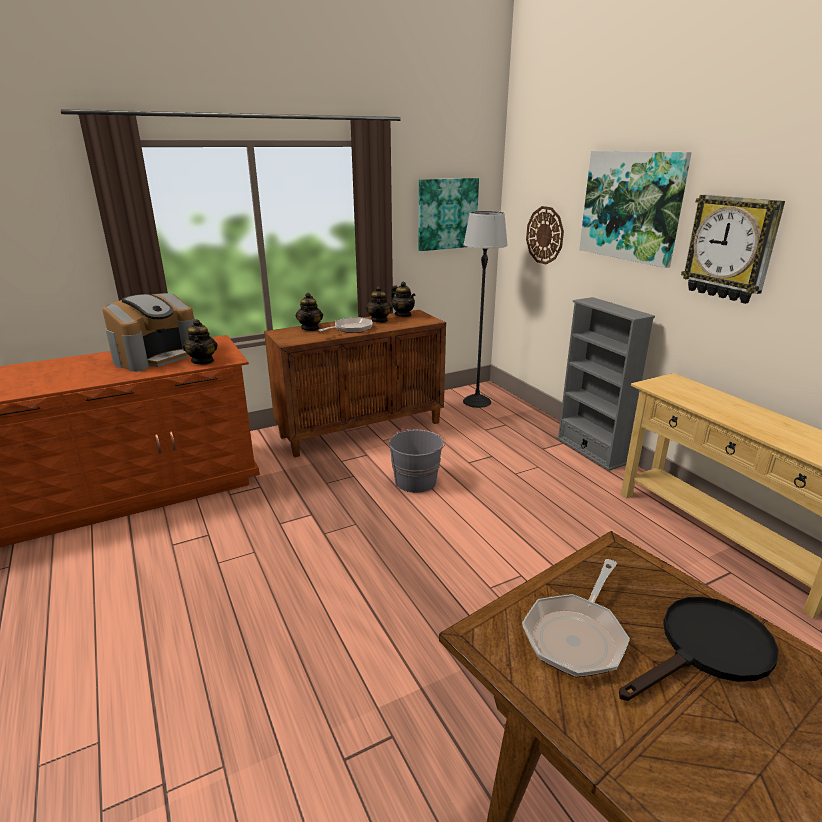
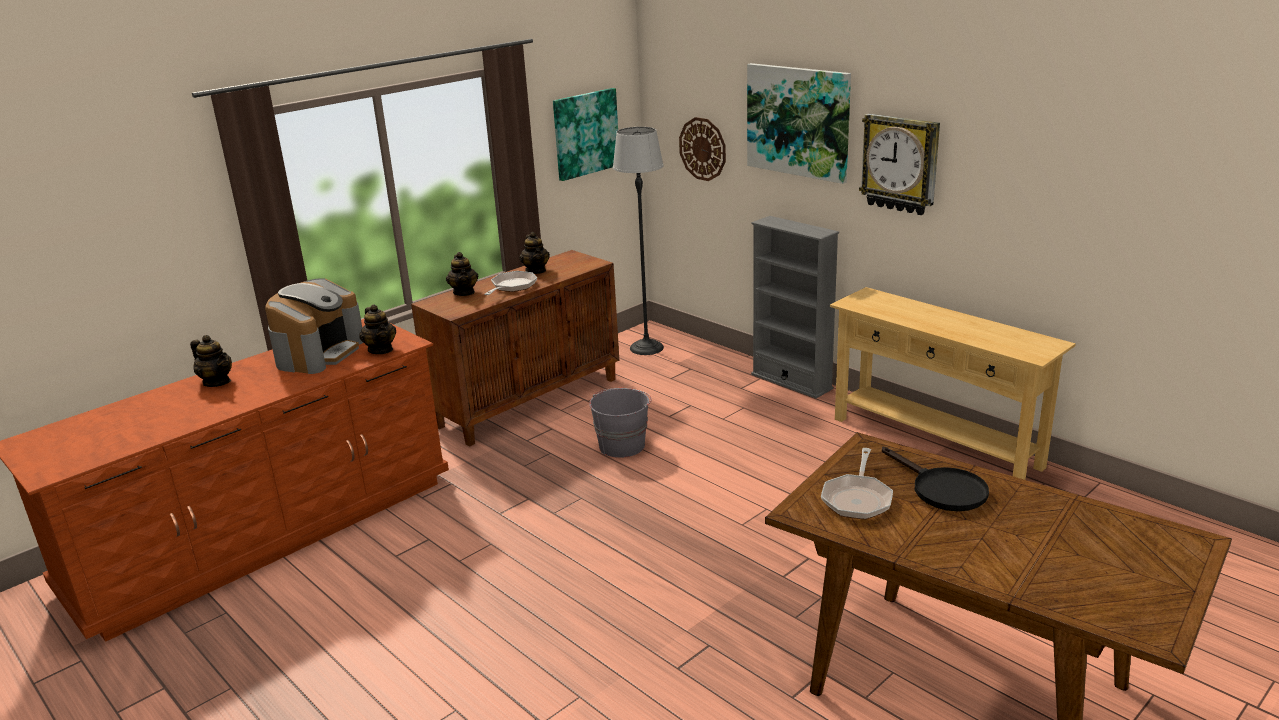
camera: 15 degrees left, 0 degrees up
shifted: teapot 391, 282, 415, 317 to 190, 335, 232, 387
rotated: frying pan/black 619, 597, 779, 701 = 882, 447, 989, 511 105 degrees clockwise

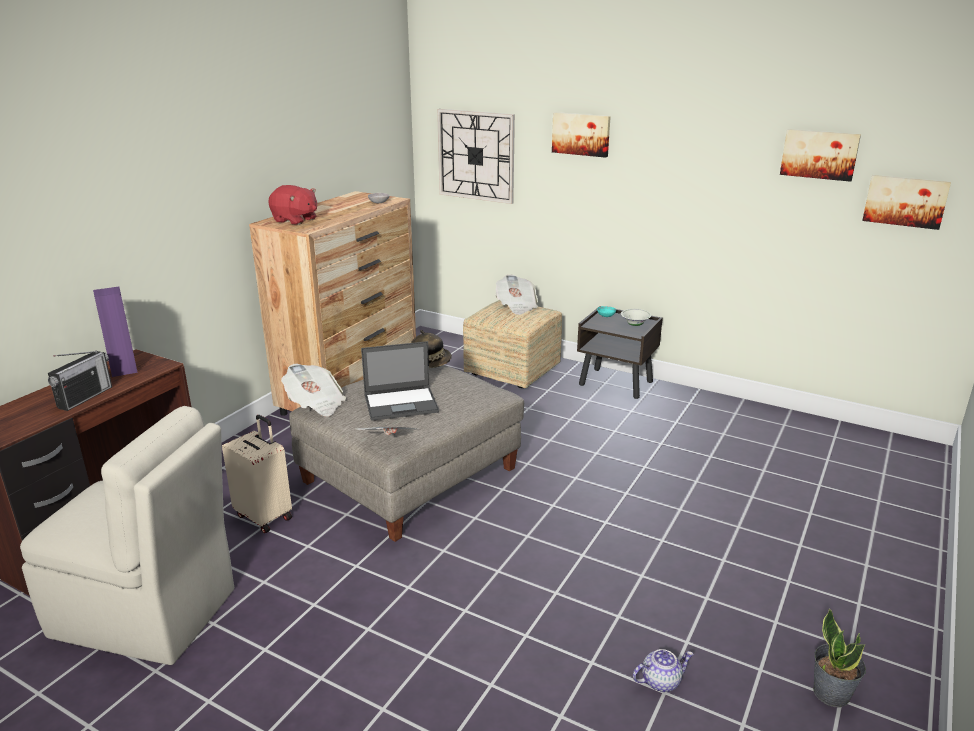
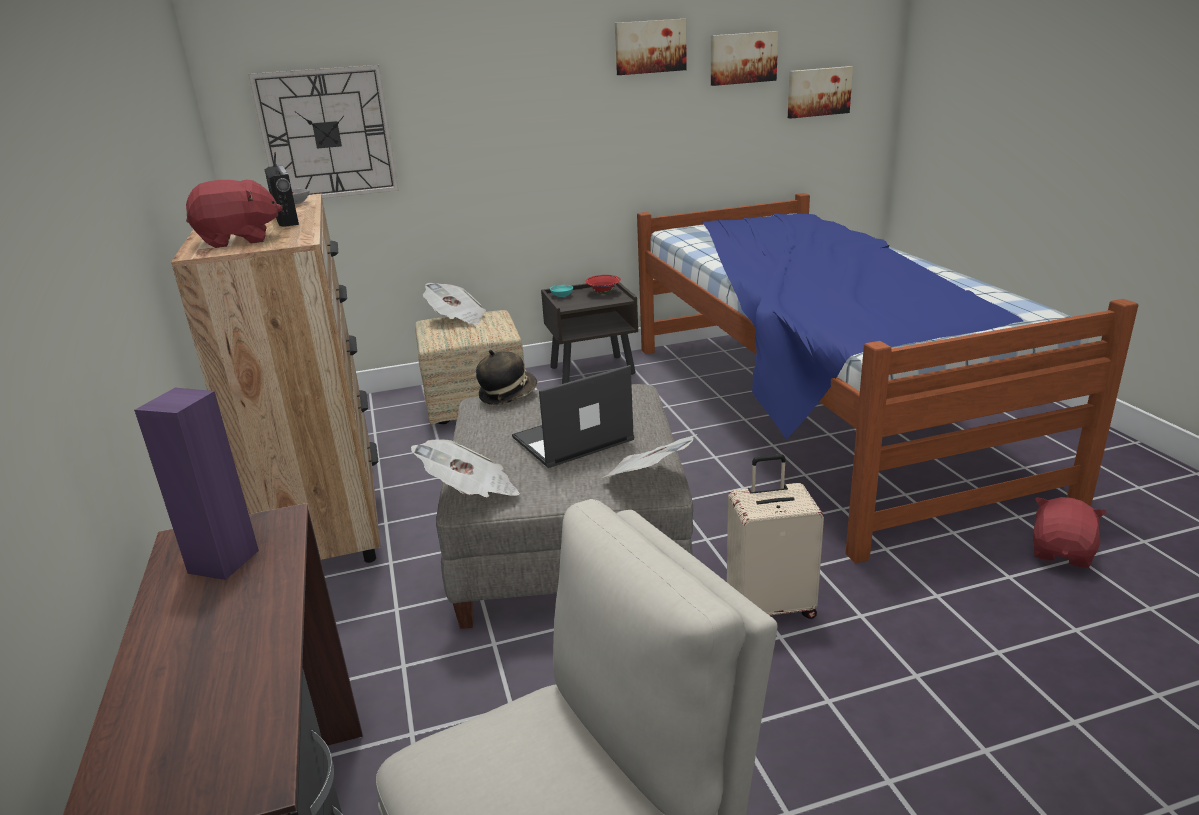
camera: 45 degrees left, 0 degrees up
gone: potted plant 813, 608, 866, 707
new: bed 637, 193, 1138, 564
shifted: radio 48, 351, 112, 411 to 264, 152, 299, 227; picture 552, 112, 611, 158 to 615, 19, 687, 75; suitcase/beige 222, 415, 292, 533 to 727, 454, 824, 619
swapped: teapot 633, 649, 693, 692 to plush toy/red 1033, 497, 1106, 568
repainted: bowl/white 621, 309, 652, 326 to bowl/red 585, 275, 621, 294
rotated: laptop 361, 341, 439, 421 = 512, 365, 635, 468 150 degrees counterclockwise

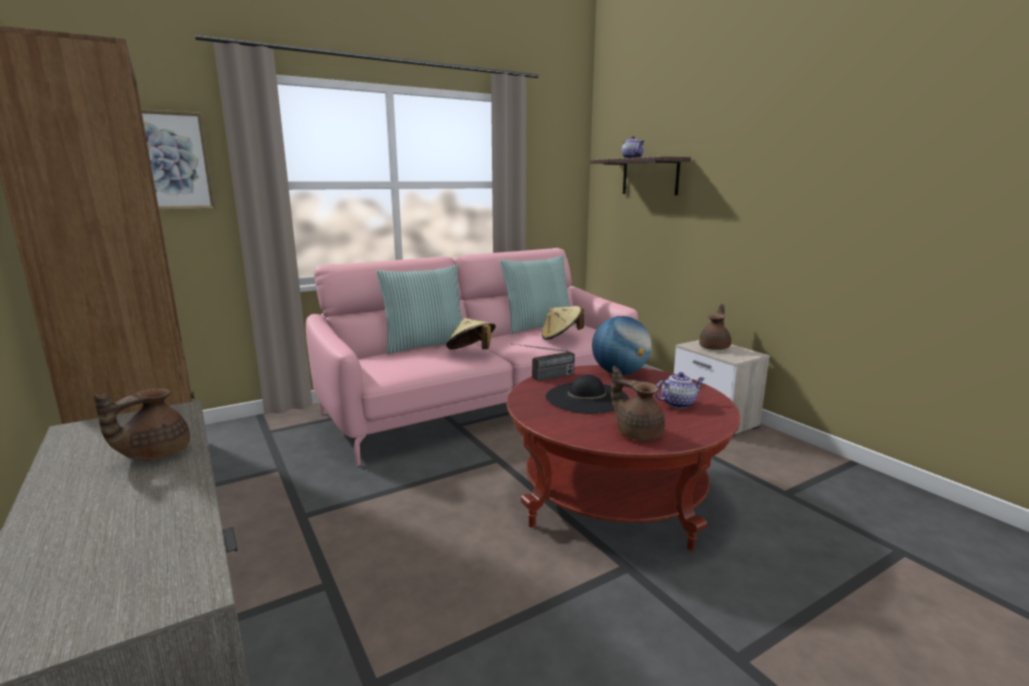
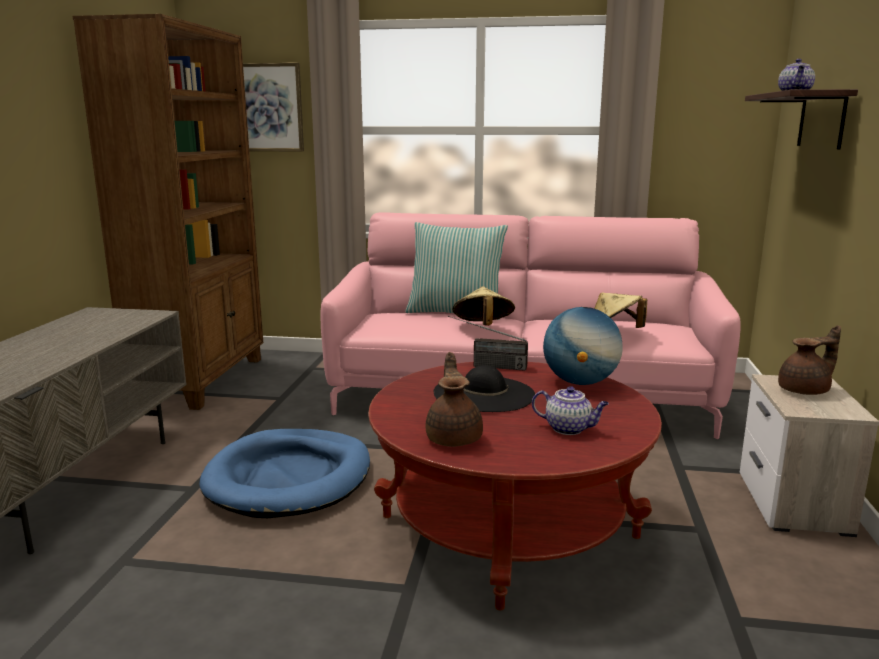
camera: 40 degrees right, 0 degrees up
gone: teapot/brown 94, 388, 190, 461; pillow 500, 255, 576, 334
new: dog bed/blue 199, 429, 370, 518

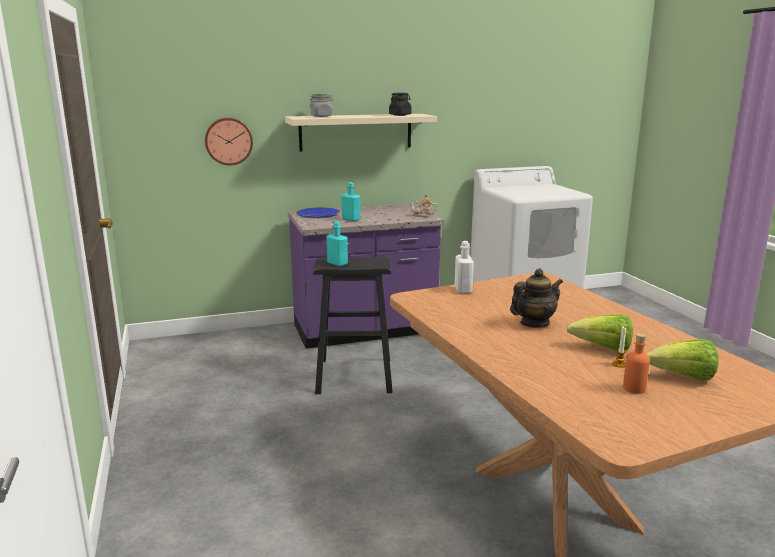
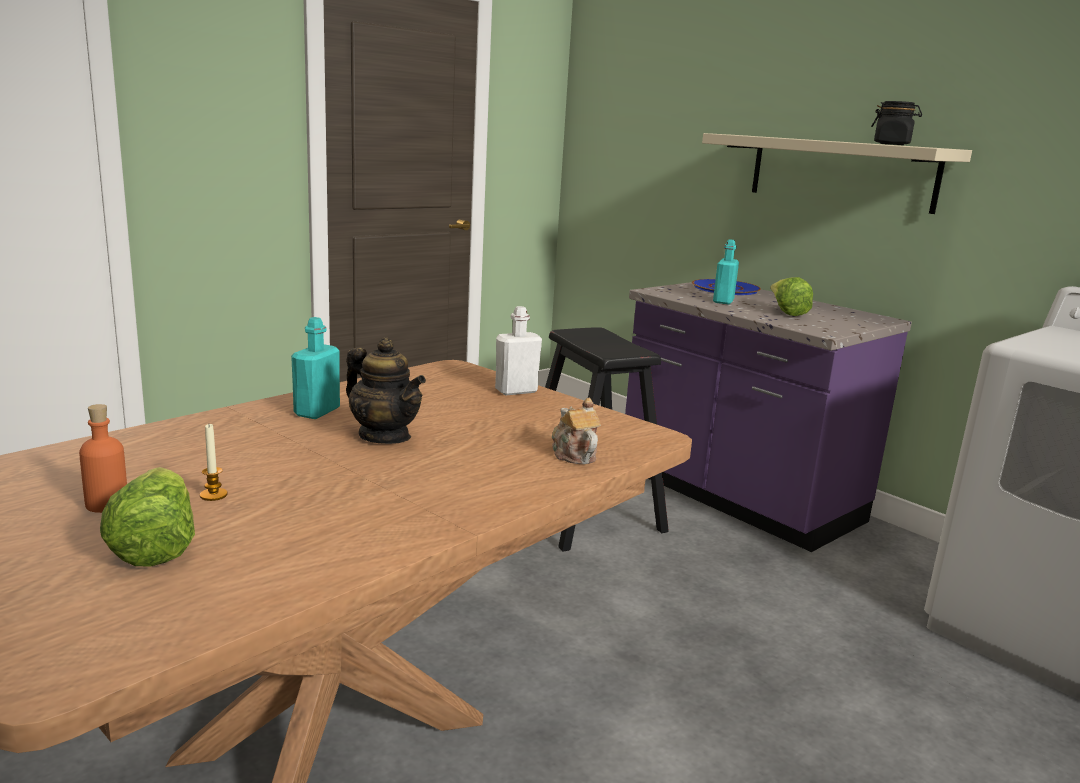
camera: 65 degrees right, 0 degrees up
gone: wall clock 205, 118, 253, 165; jar/grey 309, 93, 334, 117
shifted: bottle/turquoise 326, 221, 348, 266 to 291, 317, 340, 419; teapot 409, 194, 437, 217 to 552, 398, 601, 464; lettuce 566, 314, 633, 351 to 770, 277, 813, 316

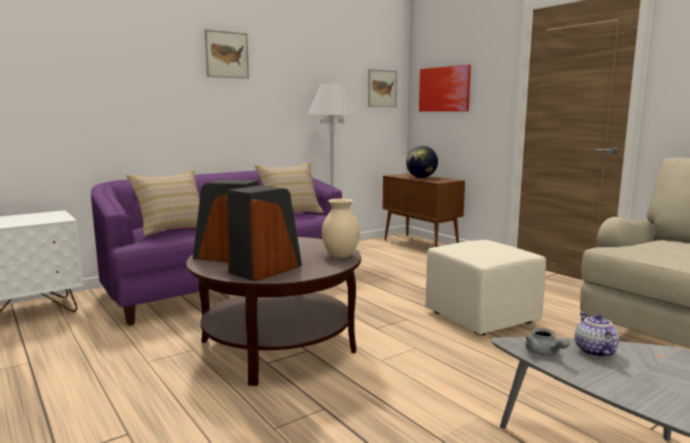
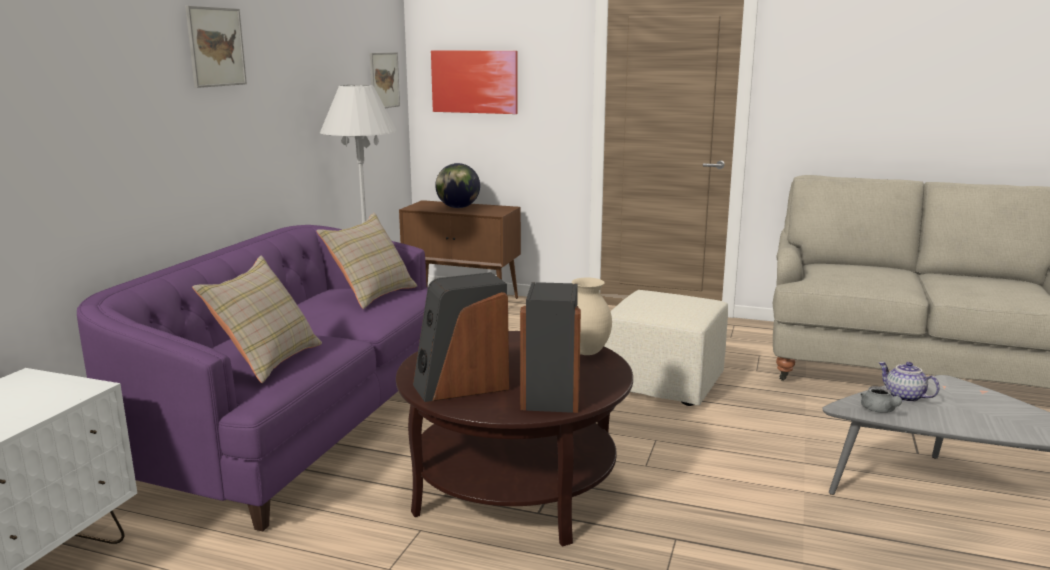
camera: 35 degrees left, 5 degrees up
rotated: teapot/grey 525, 328, 569, 356 = 860, 386, 902, 413 45 degrees clockwise

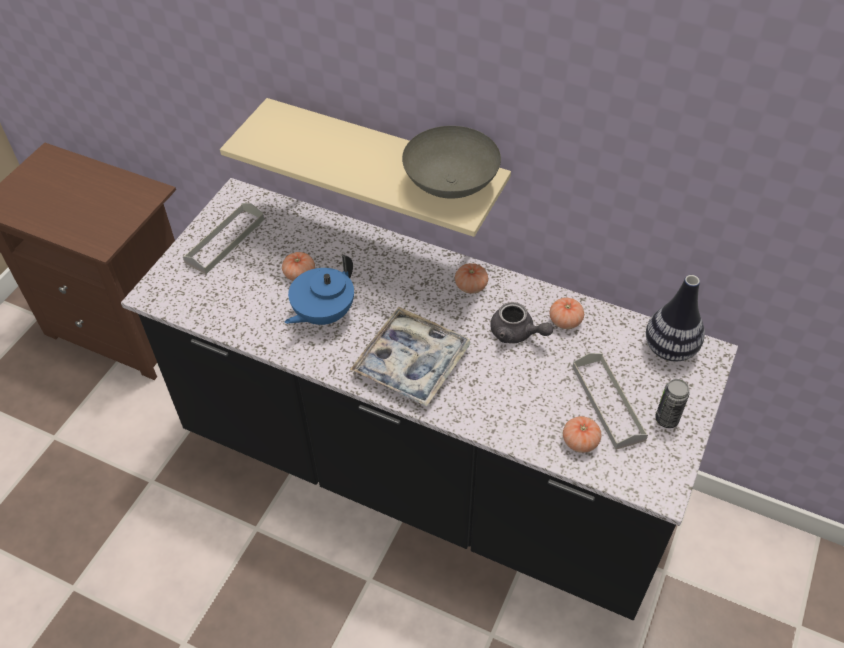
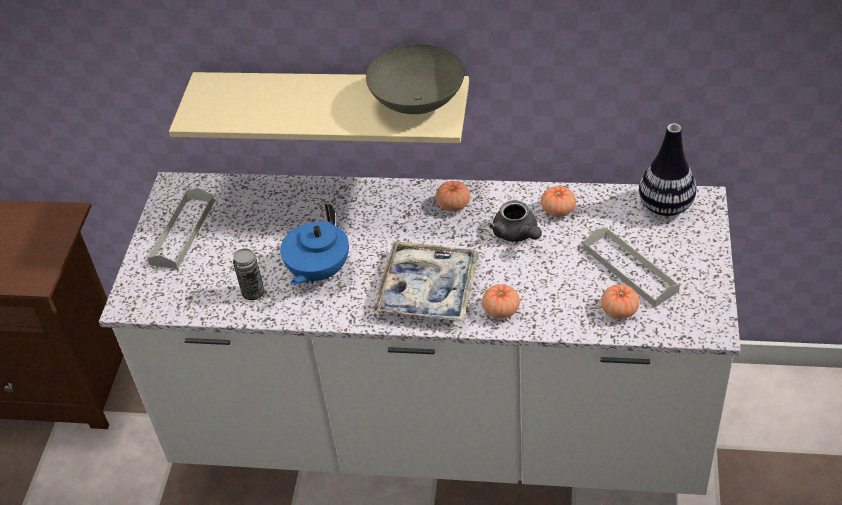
camera: 15 degrees left, 5 degrees down
shifted: can 655, 379, 690, 428 to 233, 248, 265, 300; tomato 282, 252, 315, 281 to 482, 284, 520, 319
repainted: counter/black 121, 178, 738, 620 to counter/white 99, 172, 741, 495
rotated: teapot/grey 490, 302, 553, 343 = 489, 200, 542, 242 45 degrees clockwise

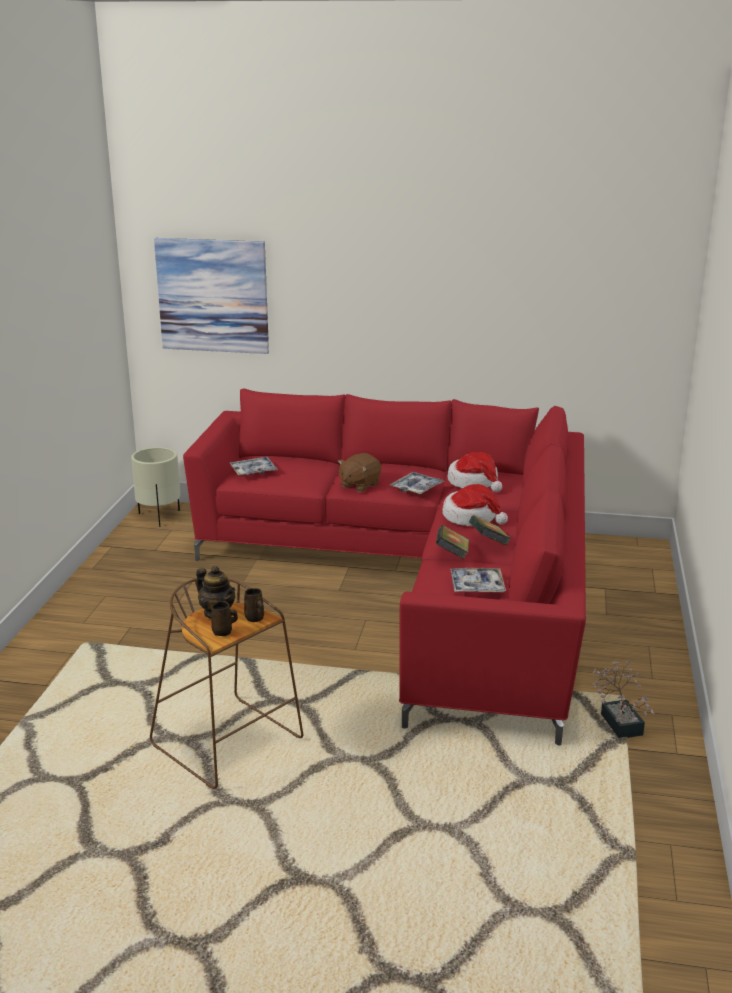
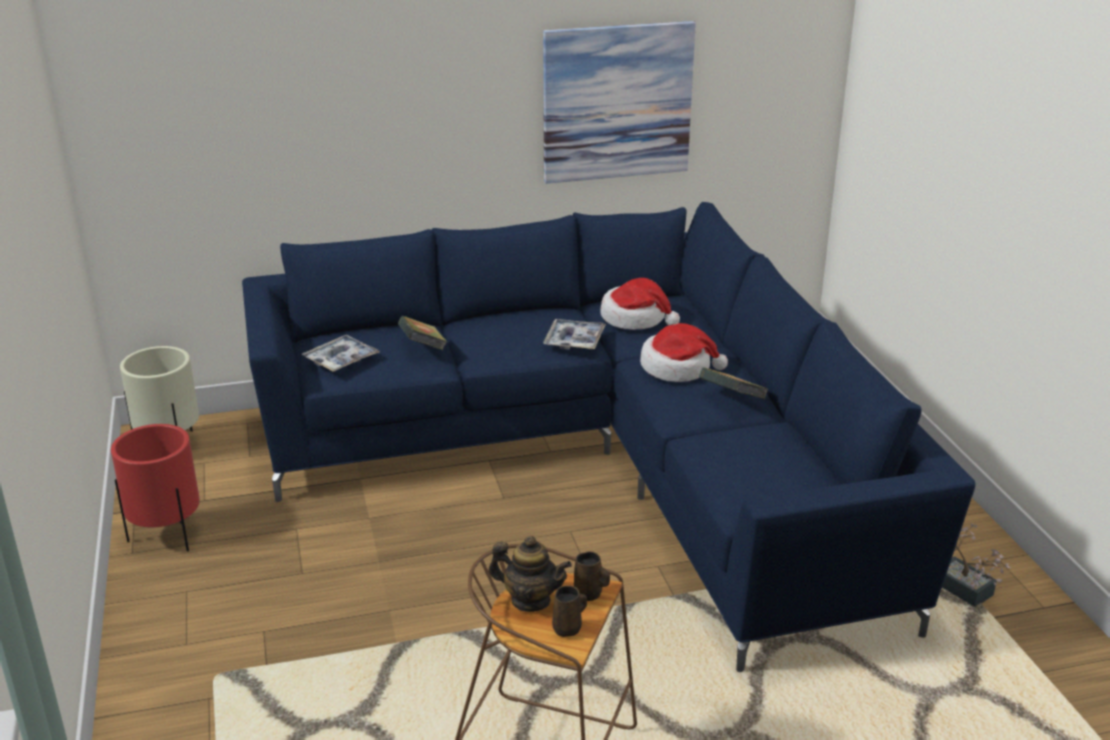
camera: 25 degrees left, 5 degrees up
gone: plush toy/brown 338, 453, 381, 492; tray 450, 568, 506, 592
new: planter/red 111, 424, 200, 552
shifted: book 436, 525, 469, 559 to 398, 316, 447, 350; picture 154, 238, 269, 354 to 543, 21, 696, 184
repainted: sofa/red 183, 389, 586, 745 to sofa/blue 242, 202, 975, 672

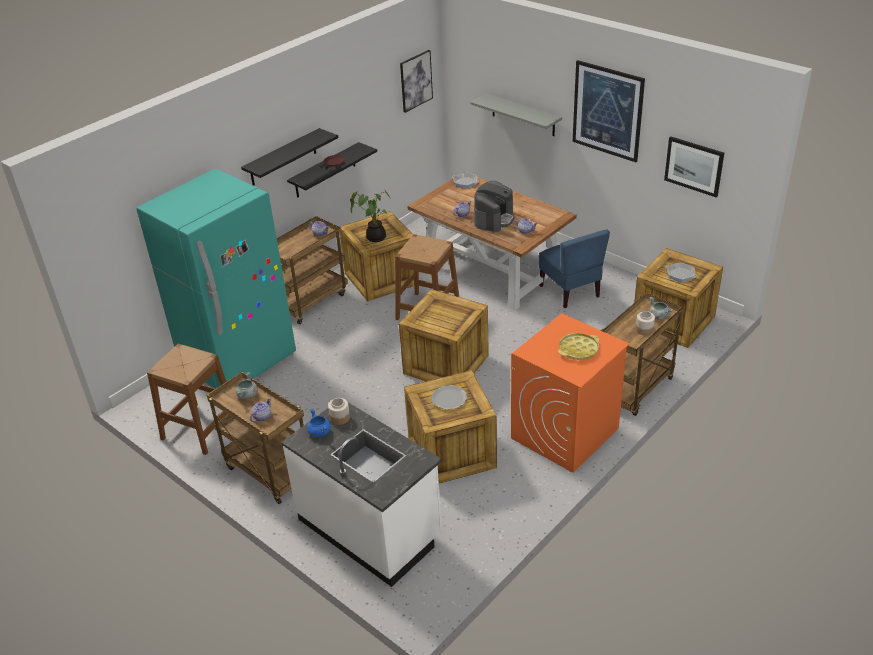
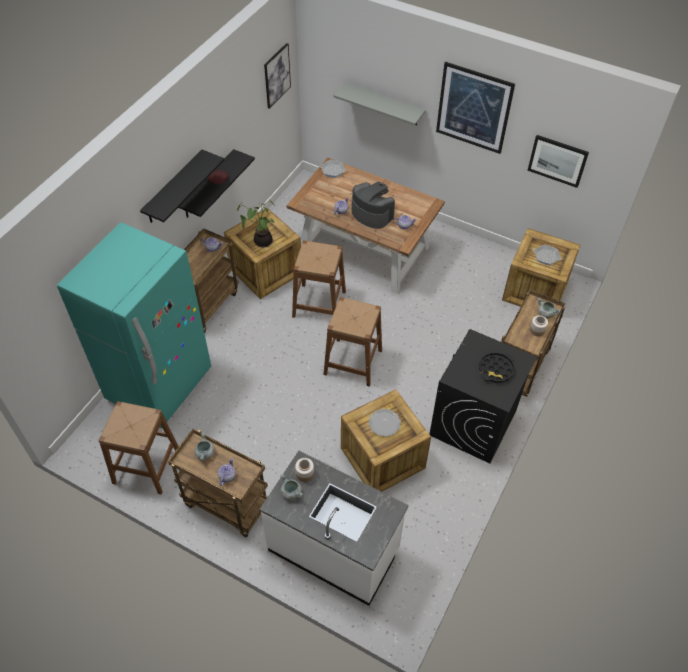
camera: 15 degrees left, 15 degrees up
gone: chair/blue 539, 229, 610, 308
swapped: crate 399, 289, 489, 381 to stool/brown 323, 297, 382, 387
repainted: cooking pot/blue 307, 409, 331, 437 to cooking pot/grey 280, 474, 303, 501; washing machine/orange 511, 313, 629, 473 to washing machine/black 429, 329, 537, 463; tray/yellow 558, 333, 599, 360 to tray/black 479, 353, 514, 383
rotated: coffee machine 474, 181, 515, 232 = 352, 182, 395, 229 60 degrees counterclockwise

